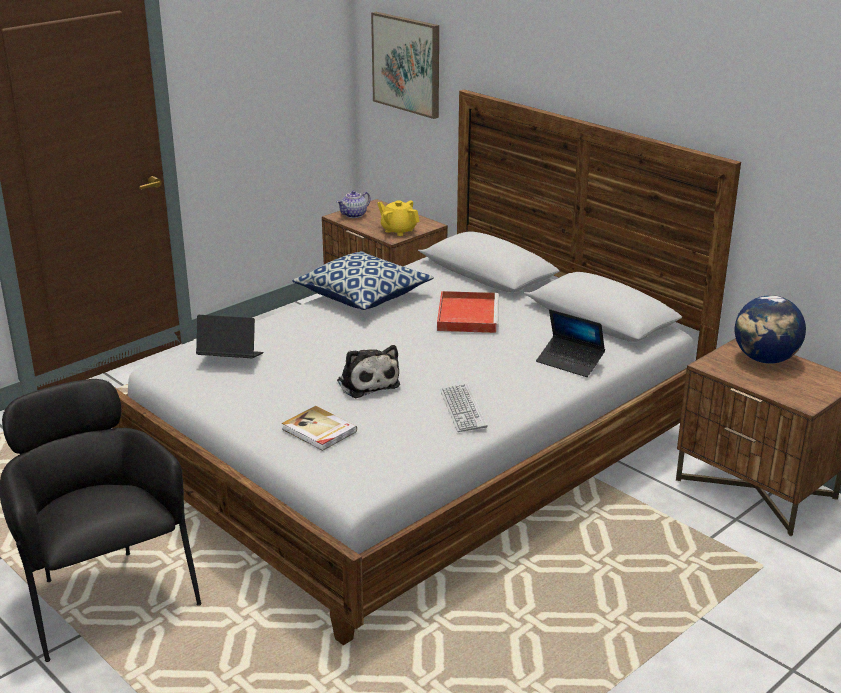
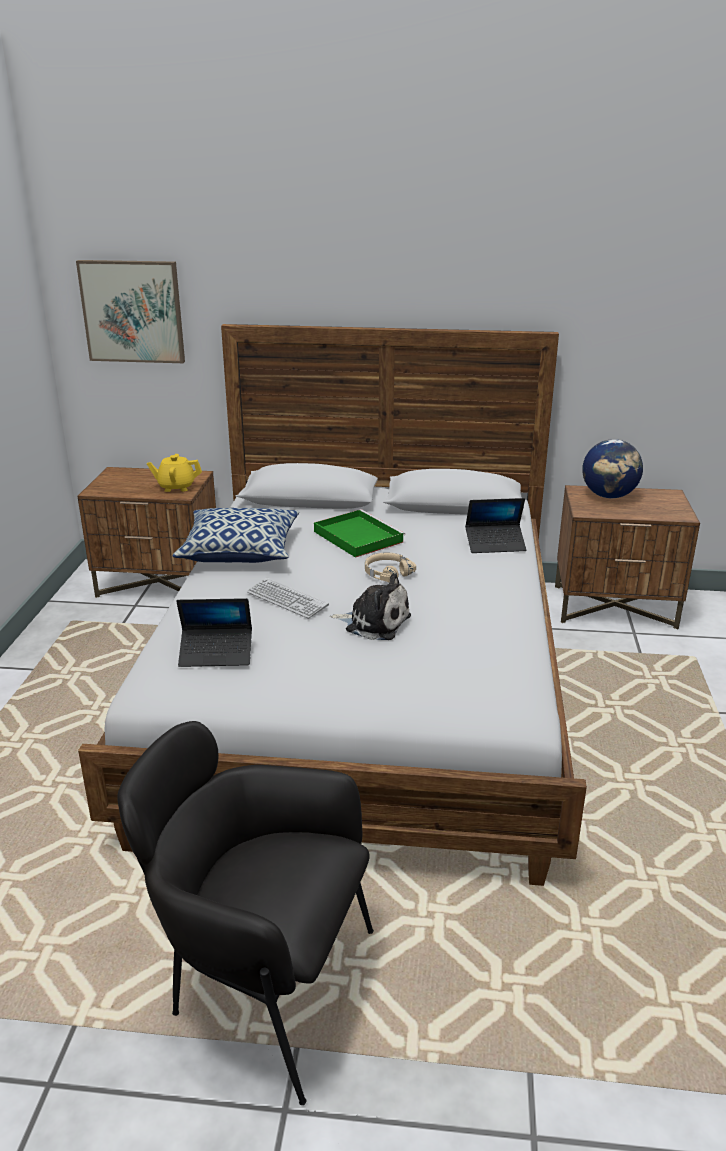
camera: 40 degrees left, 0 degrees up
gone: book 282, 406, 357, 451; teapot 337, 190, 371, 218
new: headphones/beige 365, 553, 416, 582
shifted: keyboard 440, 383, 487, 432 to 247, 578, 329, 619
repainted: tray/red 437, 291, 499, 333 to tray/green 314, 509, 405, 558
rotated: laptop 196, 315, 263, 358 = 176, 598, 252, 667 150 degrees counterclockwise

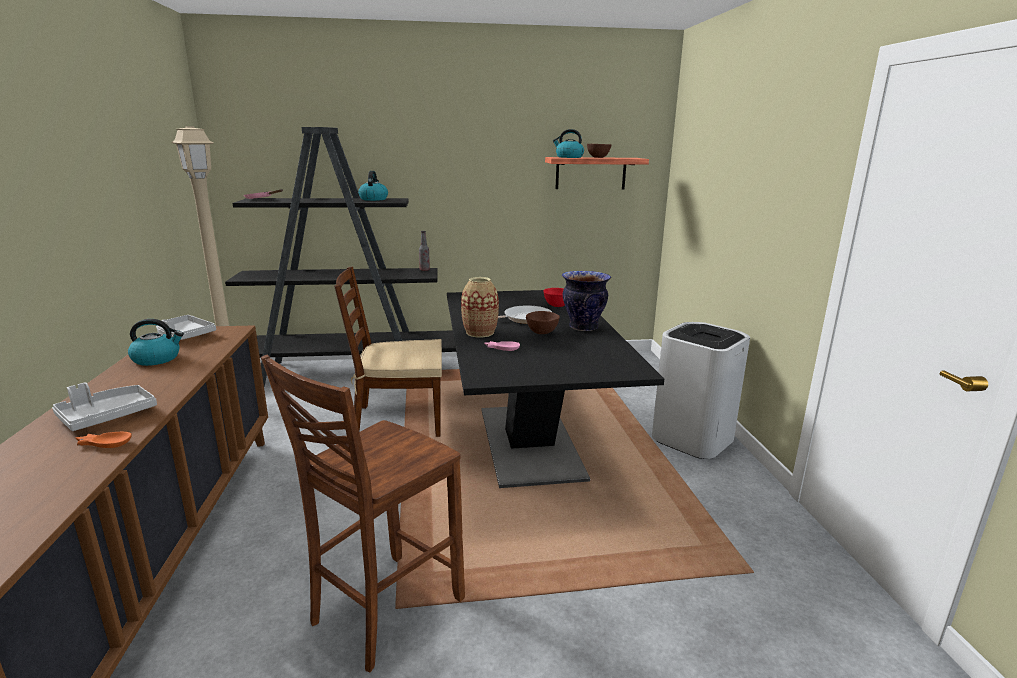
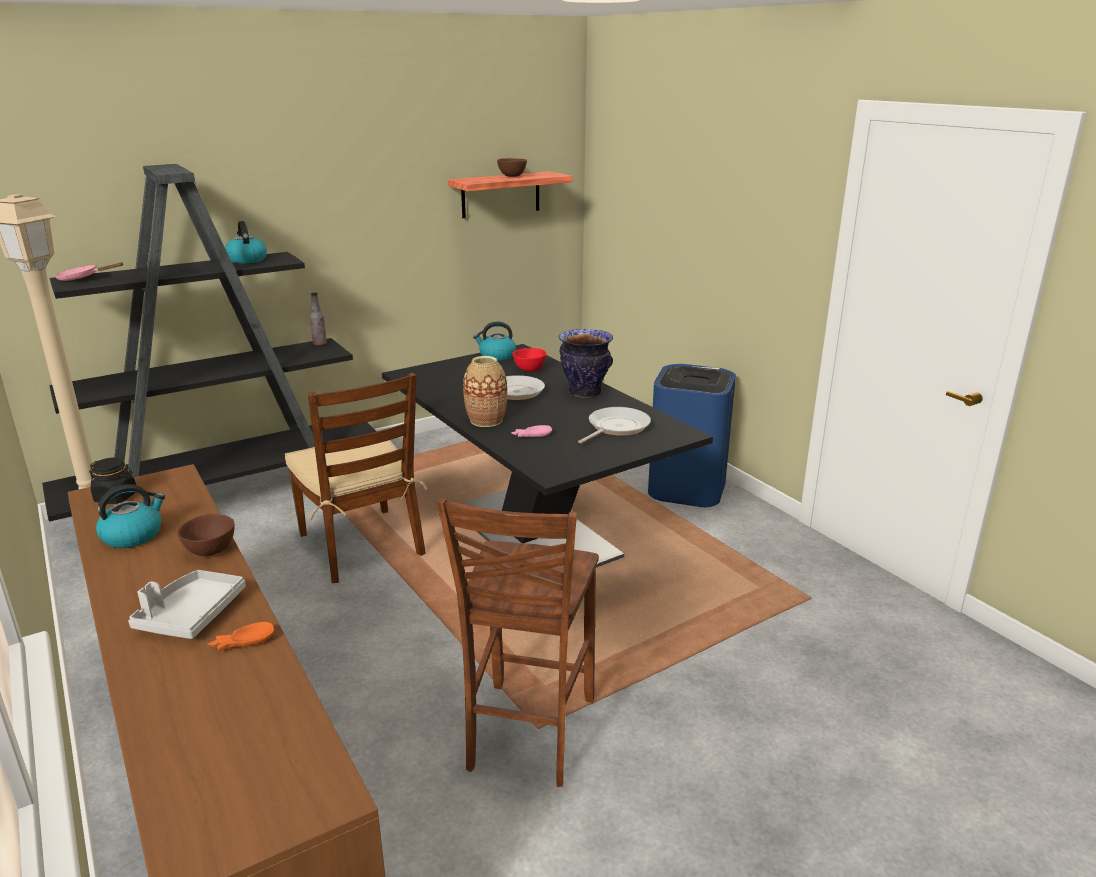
camera: 25 degrees left, 5 degrees up
new: frying pan 578, 407, 651, 443
shifted: bowl/brown 526, 311, 560, 334 to 177, 514, 235, 556; kettle 553, 129, 584, 158 to 473, 322, 516, 361
swapped: tray/grey 156, 315, 216, 340 to jar/black 89, 457, 136, 504
repainted: trash can/white 652, 322, 750, 459 to trash can/blue 648, 364, 736, 507
rotated: chair/brown 334, 267, 442, 437 = 285, 373, 427, 583 90 degrees counterclockwise

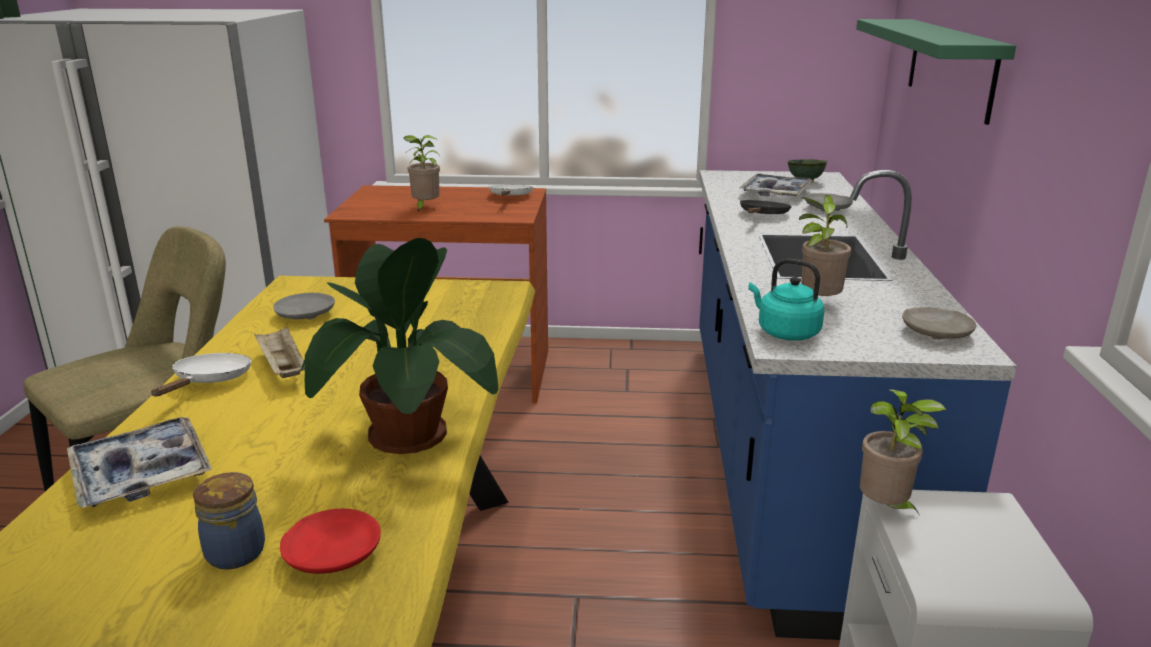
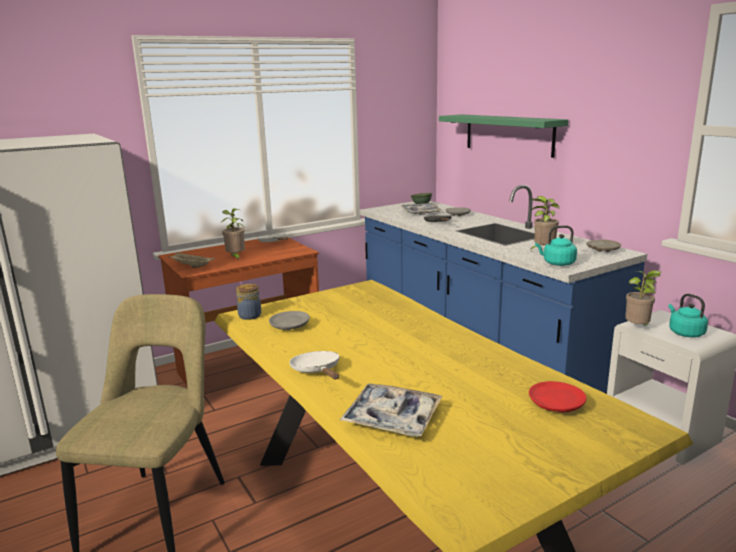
camera: 35 degrees left, 5 degrees down
gone: potted plant 301, 238, 498, 454
new: kettle/turquoise 668, 294, 708, 337
shifted: tray/beige 254, 326, 305, 378 to 168, 253, 215, 268; jar 193, 472, 265, 570 to 236, 284, 261, 320

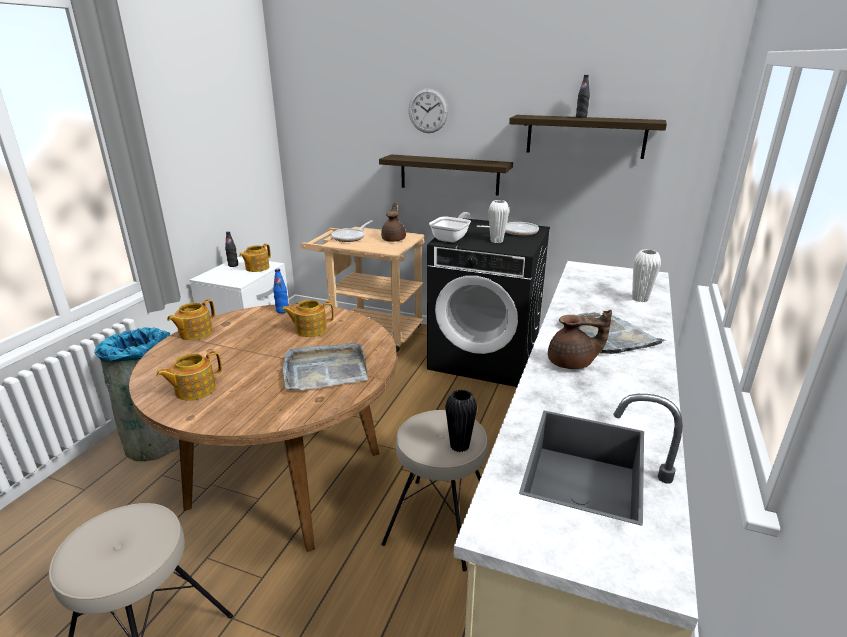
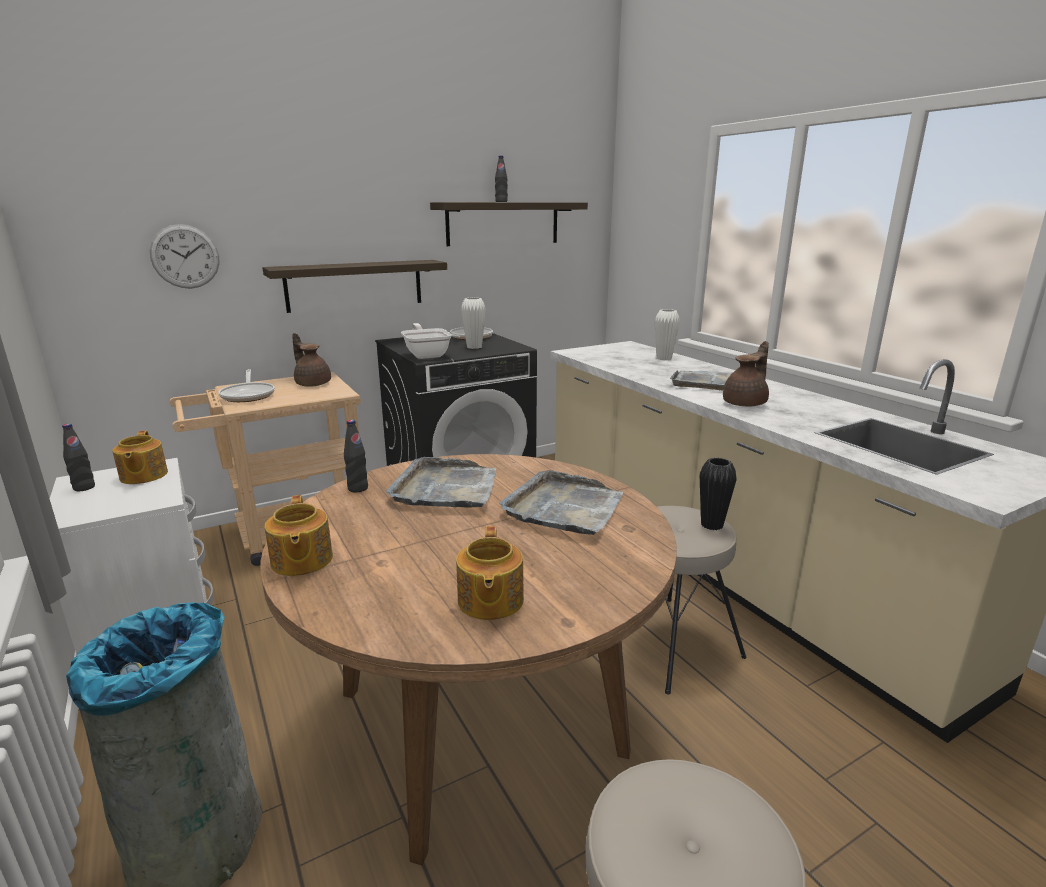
camera: 50 degrees left, 5 degrees down
shifted: wall clock 409, 88, 448, 133 to 150, 224, 219, 289
swapped: teapot 282, 300, 334, 337 to tray/grey 386, 457, 496, 508
repainted: bottle/blue 273, 269, 289, 313 to bottle/black 344, 420, 368, 493

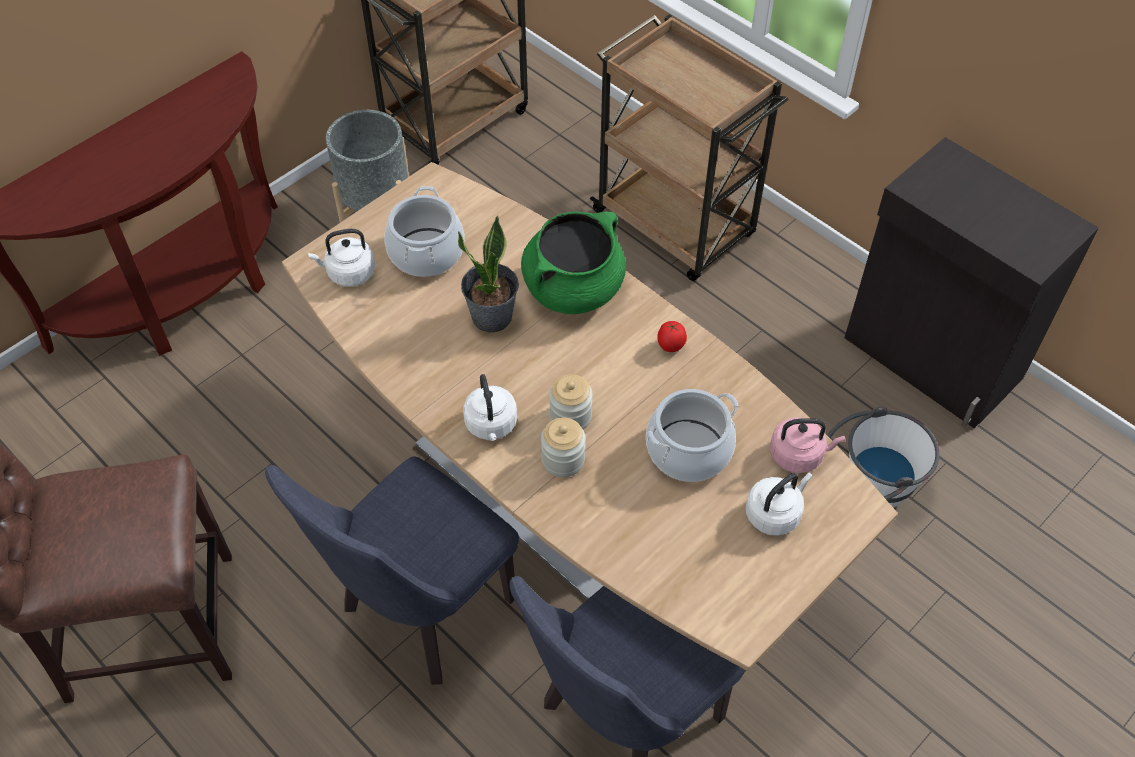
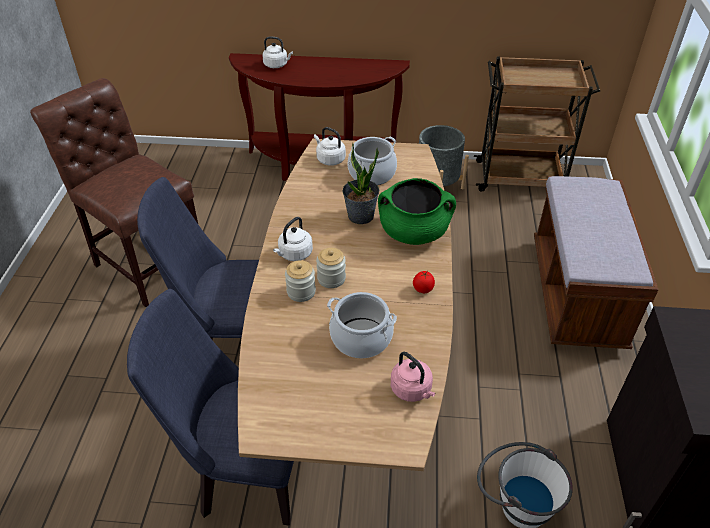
camera: 50 degrees right, 10 degrees down
shifted: kettle/white 746, 473, 812, 536 to 262, 37, 293, 68
swapped: cart/brown 590, 14, 789, 281 to bench/brown 534, 176, 658, 349

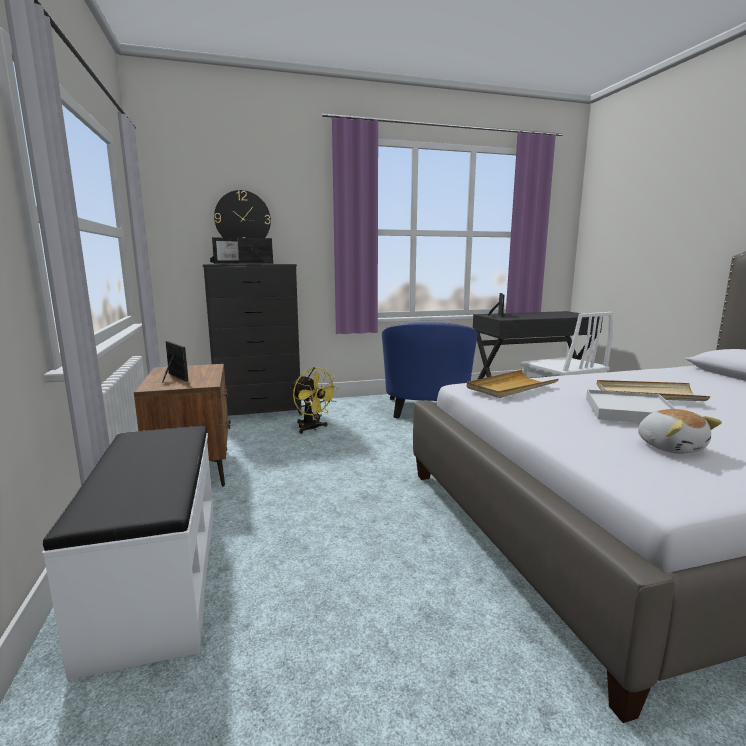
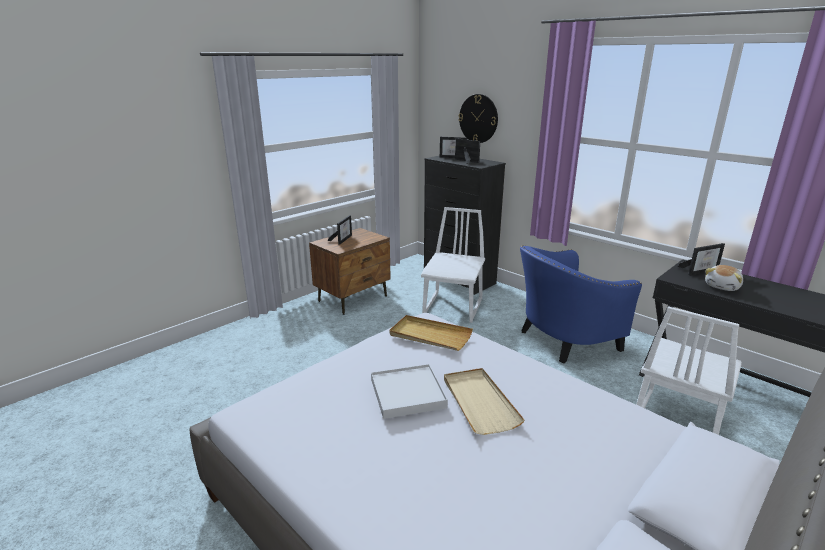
camera: 60 degrees right, 10 degrees up
gone: bench/white 42, 426, 214, 680
shifted: plush toy 638, 409, 722, 454 to 705, 265, 743, 291
swapped: fan/yellow 290, 367, 339, 434 to chair/white 421, 207, 485, 323

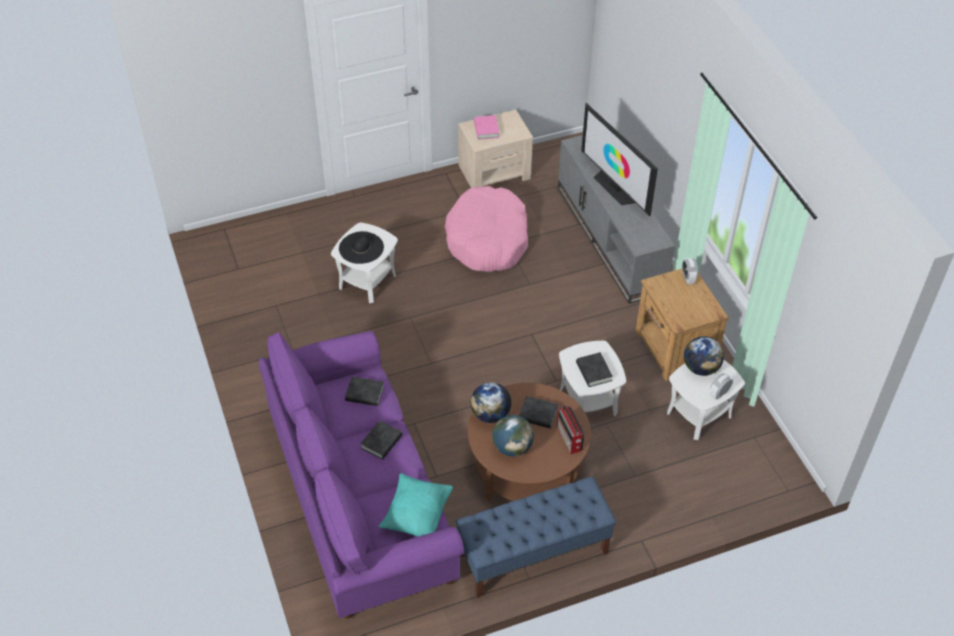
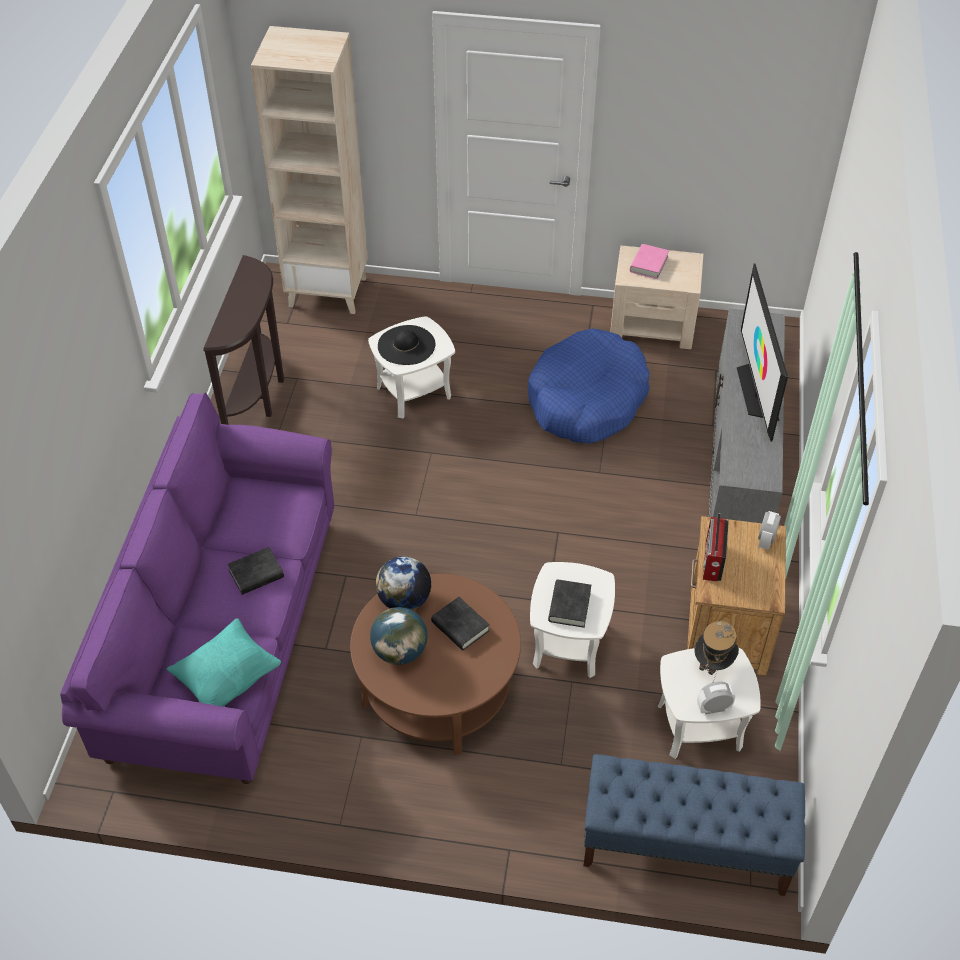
camera: 30 degrees right, 0 degrees up
gone: book/black 345, 376, 384, 406
new: console table/brown 203, 255, 284, 425; bookcase/beige 251, 26, 368, 314
shifted: bench/blue 456, 476, 616, 598 to 583, 754, 805, 896; radio 557, 405, 585, 454 to 703, 513, 729, 581
swapped: globe 684, 336, 724, 376 to hat 694, 620, 739, 682
repainted: dog bed/pink 445, 186, 528, 272 to dog bed/blue 528, 329, 650, 444

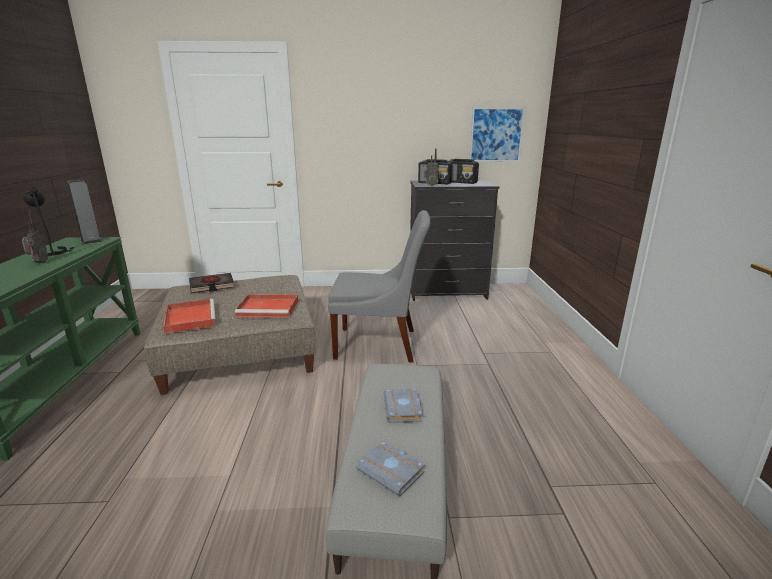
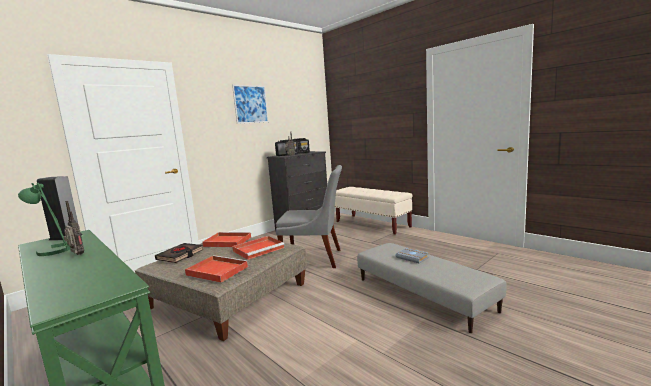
camera: 40 degrees left, 10 degrees down
gone: book/grey 356, 441, 425, 496
new: tray/red 202, 232, 251, 247; bench/beige 335, 187, 412, 235
shifted: picture 469, 107, 525, 162 to 232, 85, 269, 124
repainted: table lamp/black 24, 187, 75, 256 to table lamp/green 18, 183, 71, 256
rotated: chair/grey 328, 210, 430, 363 = 276, 165, 342, 268 45 degrees clockwise

